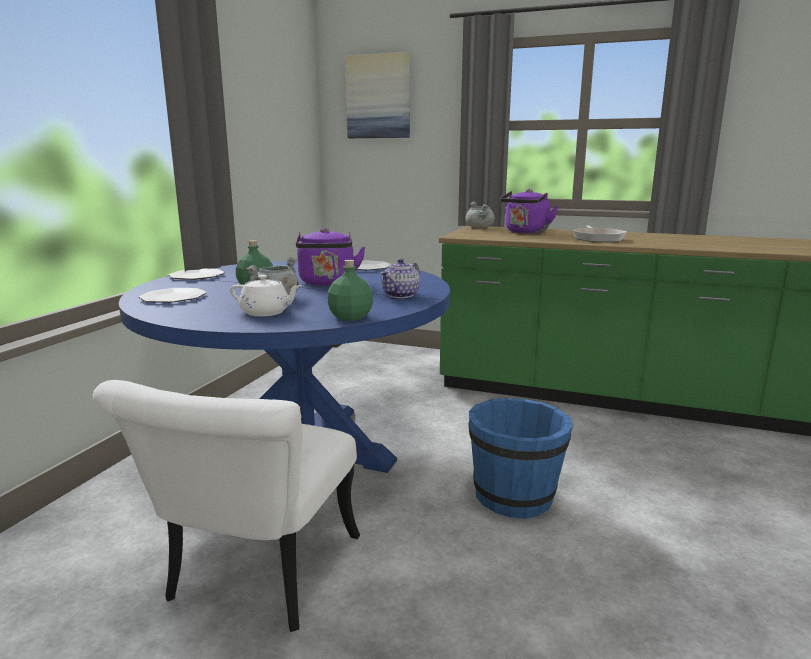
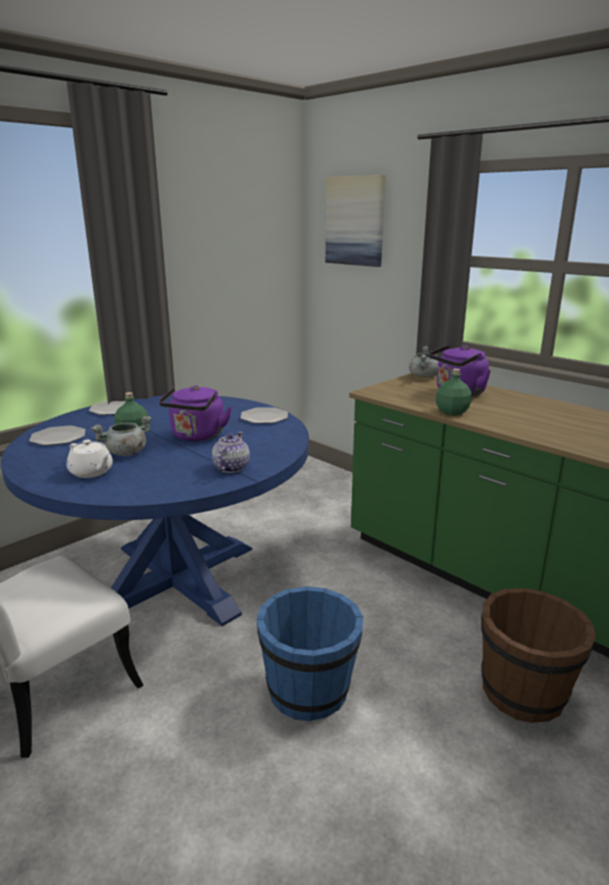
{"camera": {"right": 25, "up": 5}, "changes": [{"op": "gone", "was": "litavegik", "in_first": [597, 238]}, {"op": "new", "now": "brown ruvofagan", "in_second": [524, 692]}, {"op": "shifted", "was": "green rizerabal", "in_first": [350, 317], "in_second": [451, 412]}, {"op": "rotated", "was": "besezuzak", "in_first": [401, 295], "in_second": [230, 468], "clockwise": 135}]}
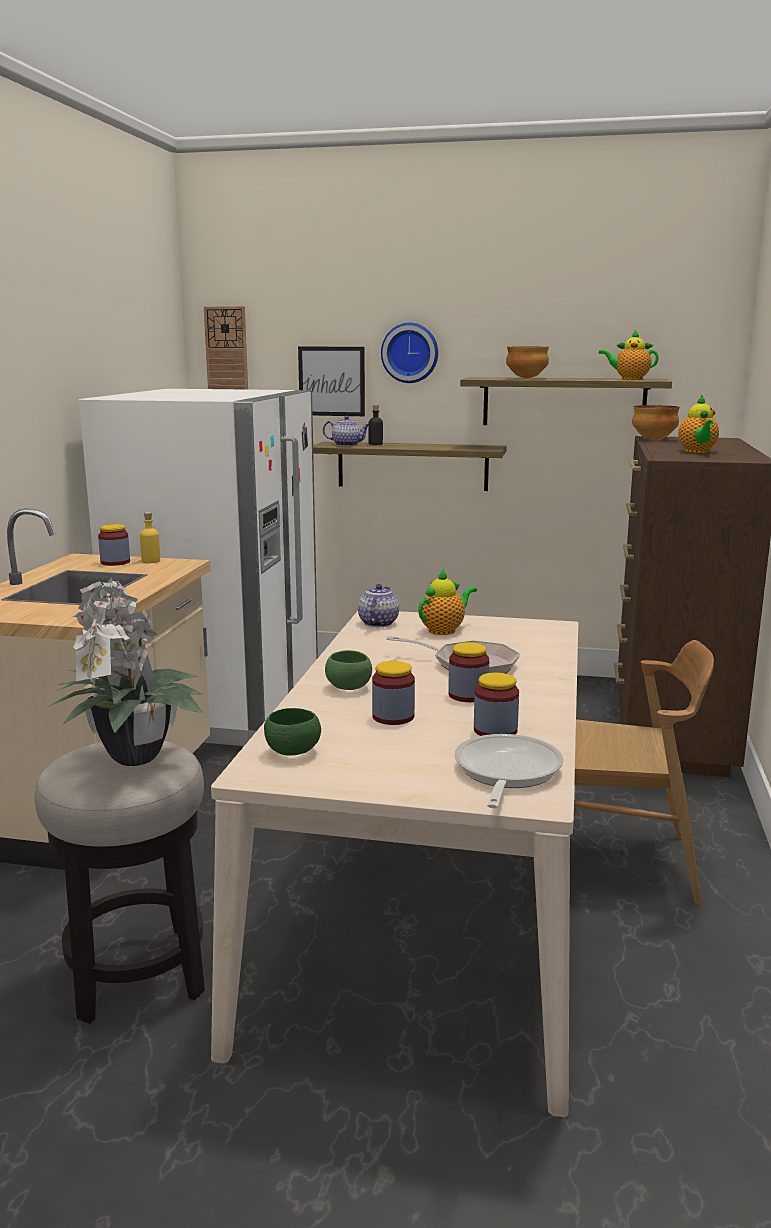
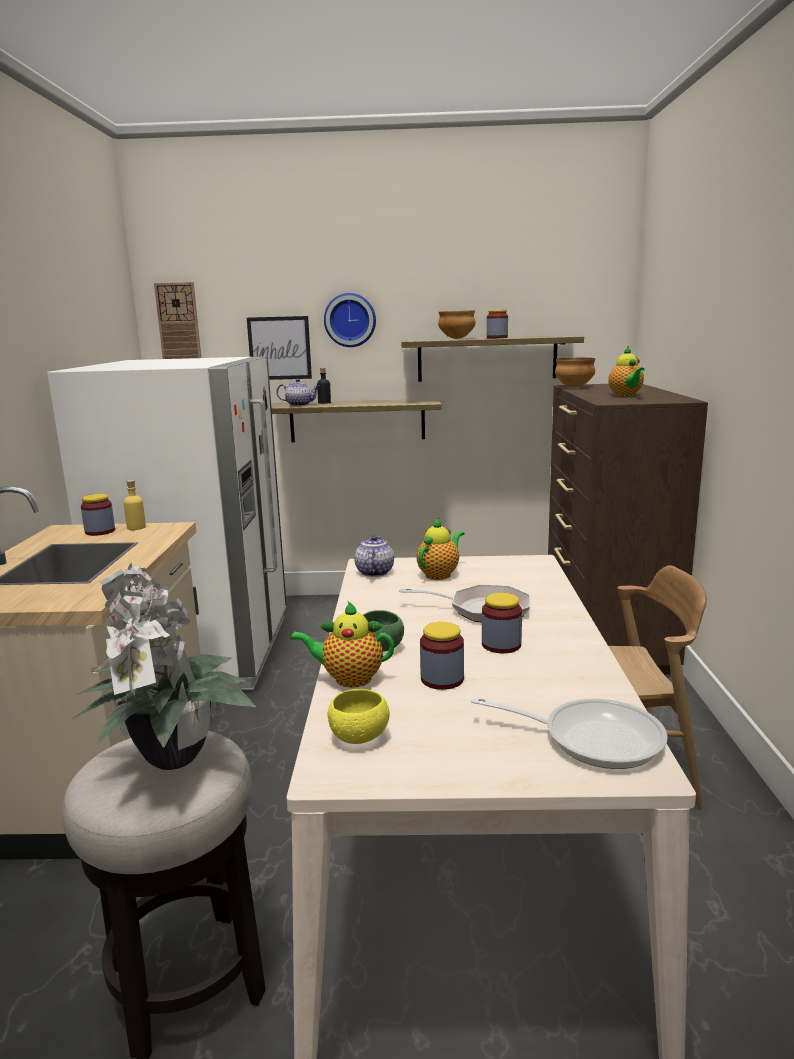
{"camera": {"right": -10, "up": 0}, "changes": [{"op": "shifted", "was": "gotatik", "in_first": [495, 730], "in_second": [497, 338]}, {"op": "shifted", "was": "besezuzak", "in_first": [629, 379], "in_second": [348, 679]}, {"op": "repainted", "was": "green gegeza", "now": "yellow gegeza", "in_first": [293, 751], "in_second": [359, 737]}, {"op": "rotated", "was": "litavegik", "in_first": [505, 773], "in_second": [591, 738], "clockwise": 105}]}
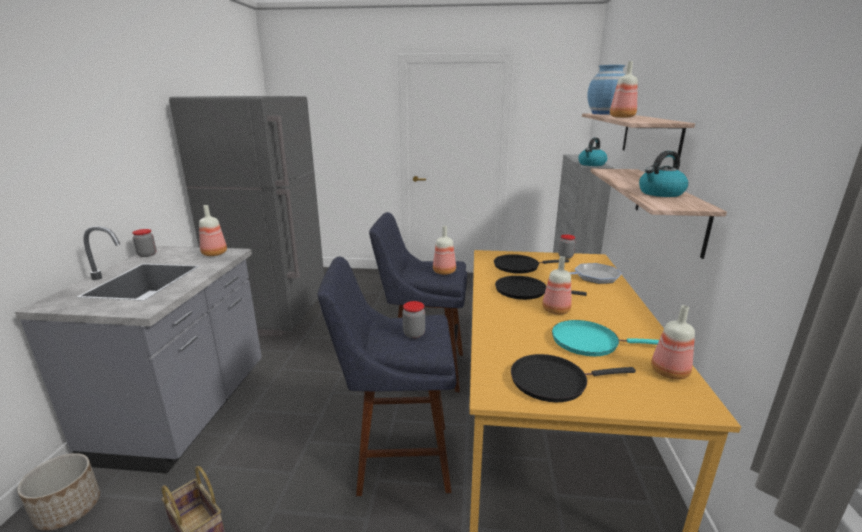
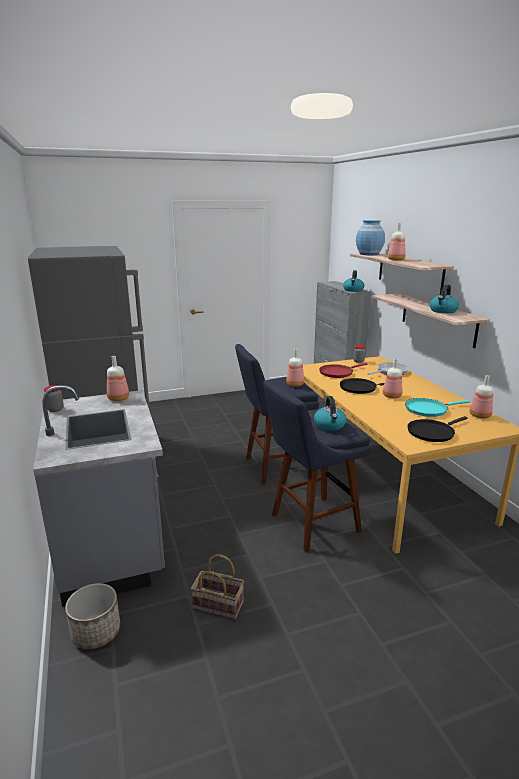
{"camera": {"right": -25, "up": 0}, "changes": [{"op": "swapped", "was": "gotatik", "now": "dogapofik", "in_first": [414, 334], "in_second": [329, 425]}, {"op": "repainted", "was": "black litavegik", "now": "red litavegik", "in_first": [519, 266], "in_second": [337, 373]}]}
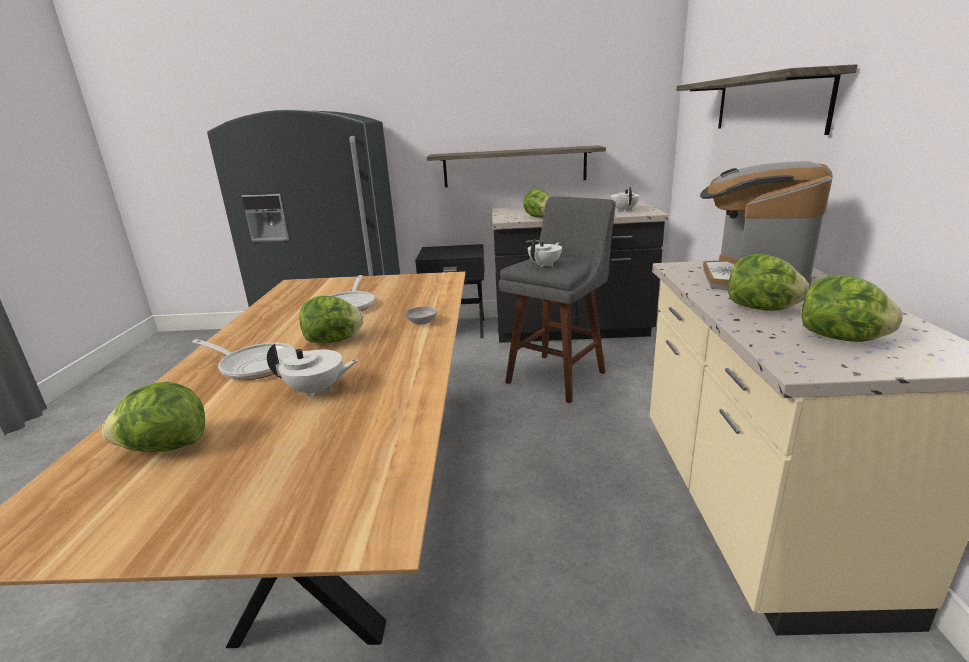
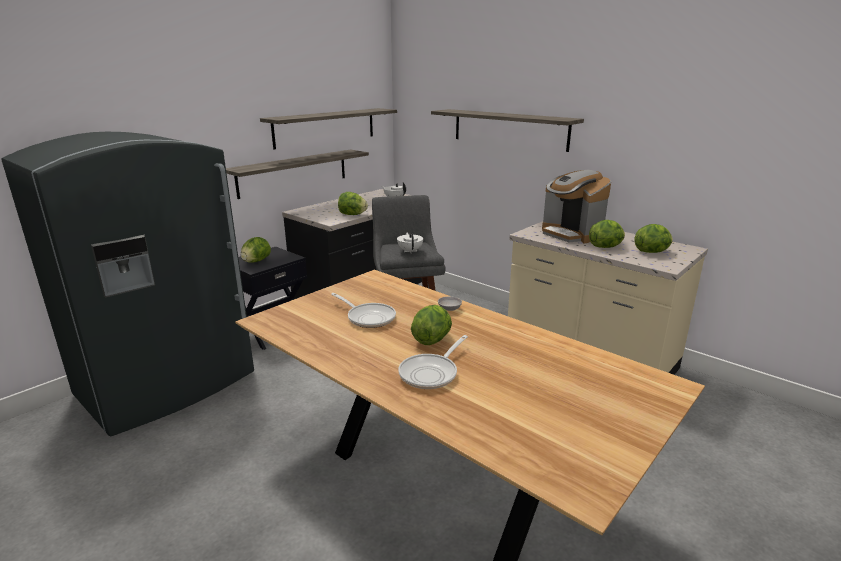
{"camera": {"right": -50, "up": 0}, "changes": [{"op": "gone", "was": "white besezuzak", "in_first": [317, 390]}, {"op": "new", "now": "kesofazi", "in_second": [325, 127]}, {"op": "shifted", "was": "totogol", "in_first": [166, 447], "in_second": [256, 261]}, {"op": "rotated", "was": "litavegik", "in_first": [254, 365], "in_second": [431, 373], "clockwise": 150}]}
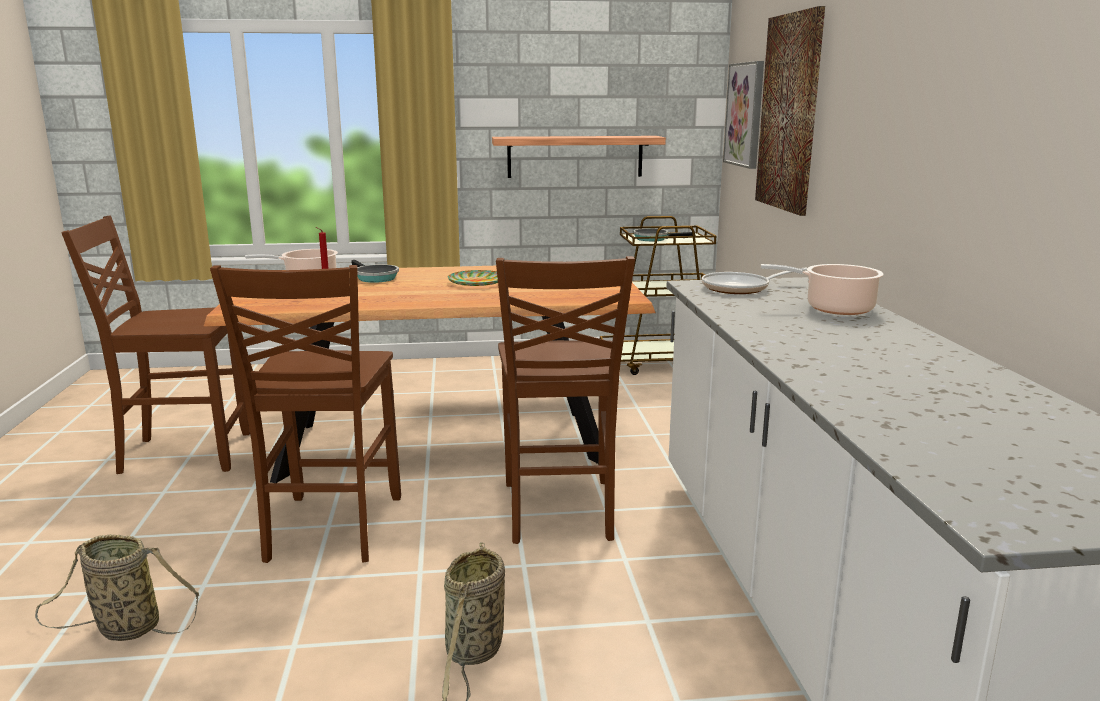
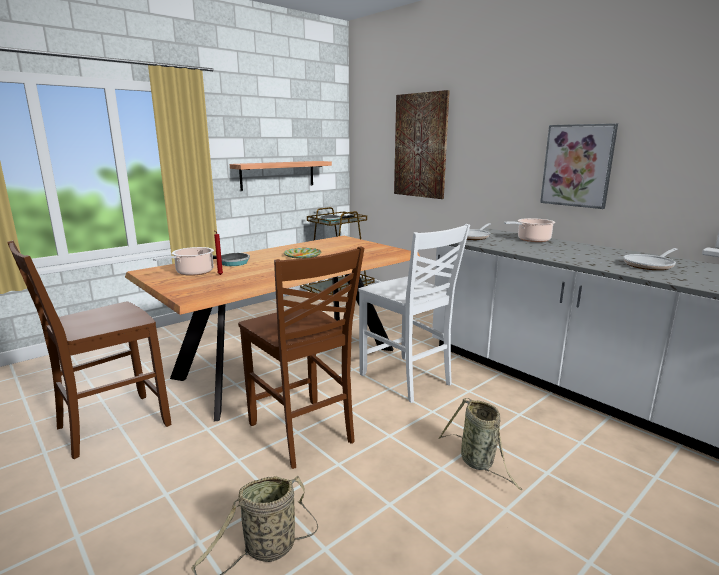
{"camera": {"right": -35, "up": 0}, "changes": [{"op": "new", "now": "litavegik", "in_second": [650, 265]}, {"op": "shifted", "was": "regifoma", "in_first": [745, 114], "in_second": [577, 165]}, {"op": "repainted", "was": "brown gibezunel", "now": "white gibezunel", "in_first": [558, 512], "in_second": [407, 380]}]}
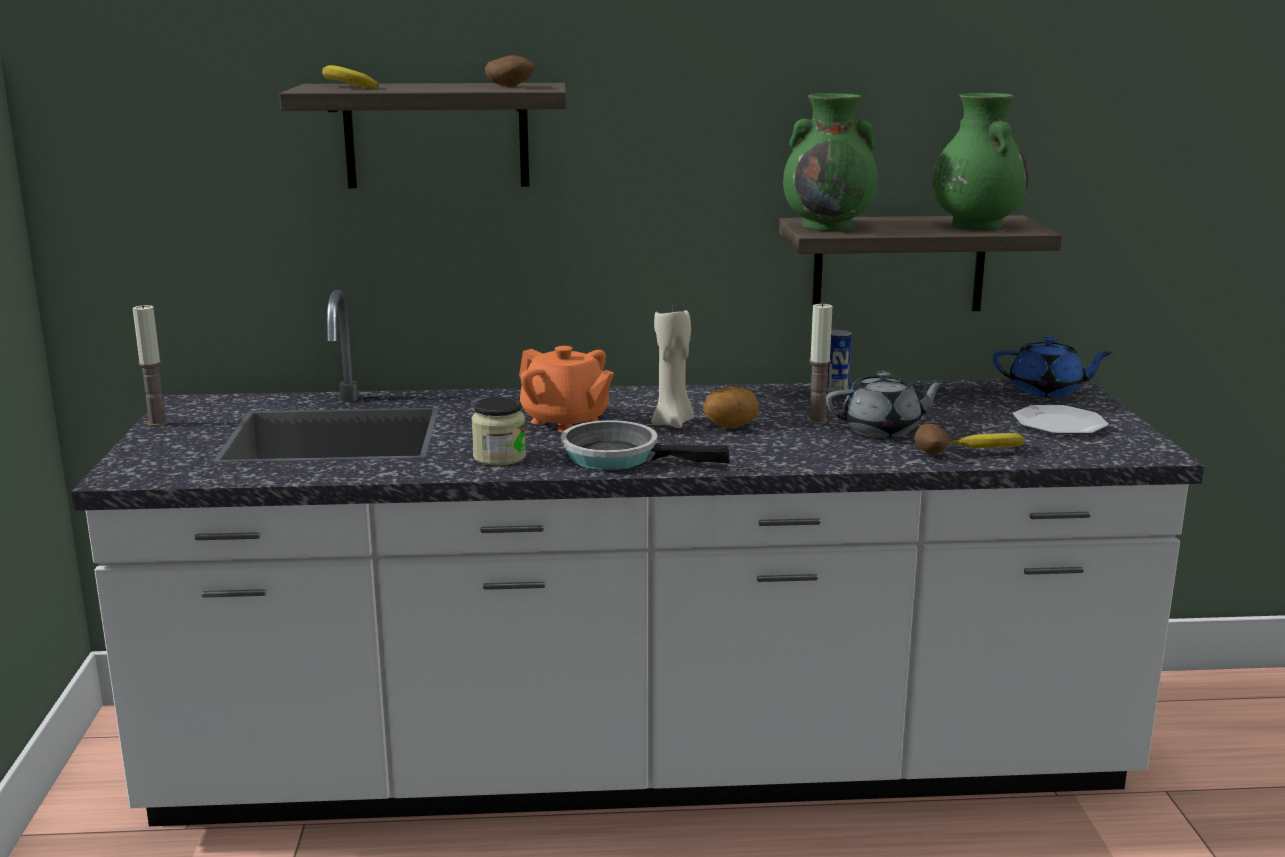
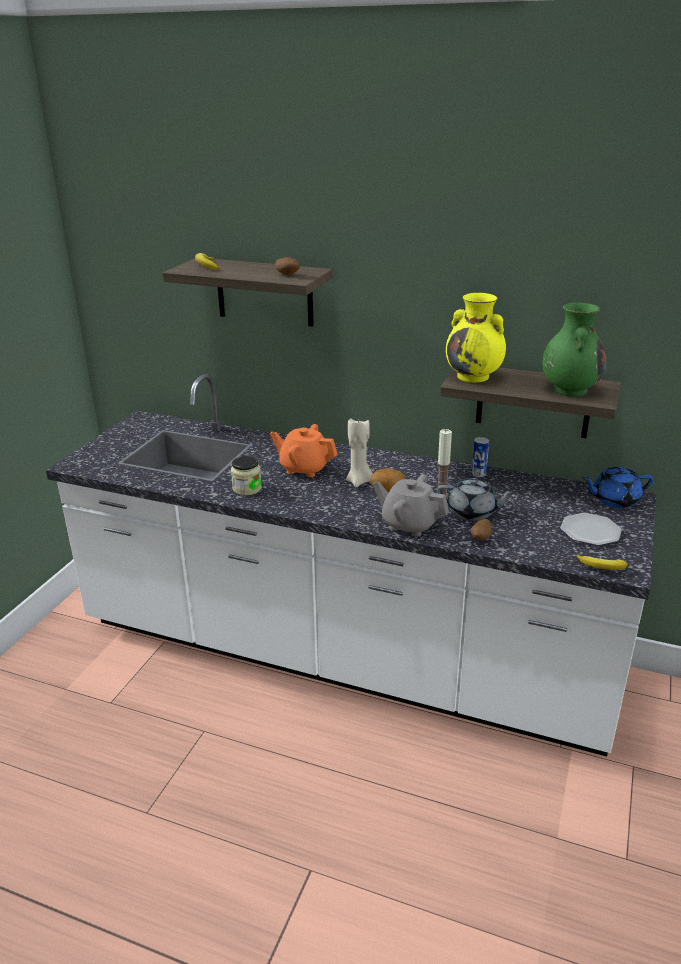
{"camera": {"right": 25, "up": 10}, "changes": [{"op": "gone", "was": "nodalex", "in_first": [157, 423]}, {"op": "gone", "was": "litavegik", "in_first": [619, 457]}, {"op": "new", "now": "grey besezuzak", "in_second": [409, 524]}, {"op": "shifted", "was": "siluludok", "in_first": [991, 450], "in_second": [601, 567]}, {"op": "repainted", "was": "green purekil", "now": "yellow purekil", "in_first": [829, 226], "in_second": [474, 377]}, {"op": "rotated", "was": "orange besezuzak", "in_first": [565, 421], "in_second": [304, 468], "clockwise": 135}, {"op": "rotated", "was": "blue besezuzak", "in_first": [1046, 391], "in_second": [614, 500], "clockwise": 135}]}
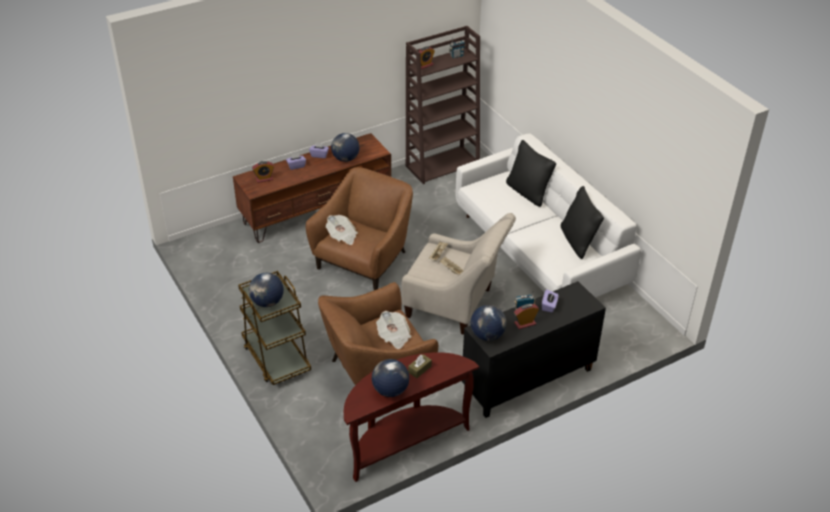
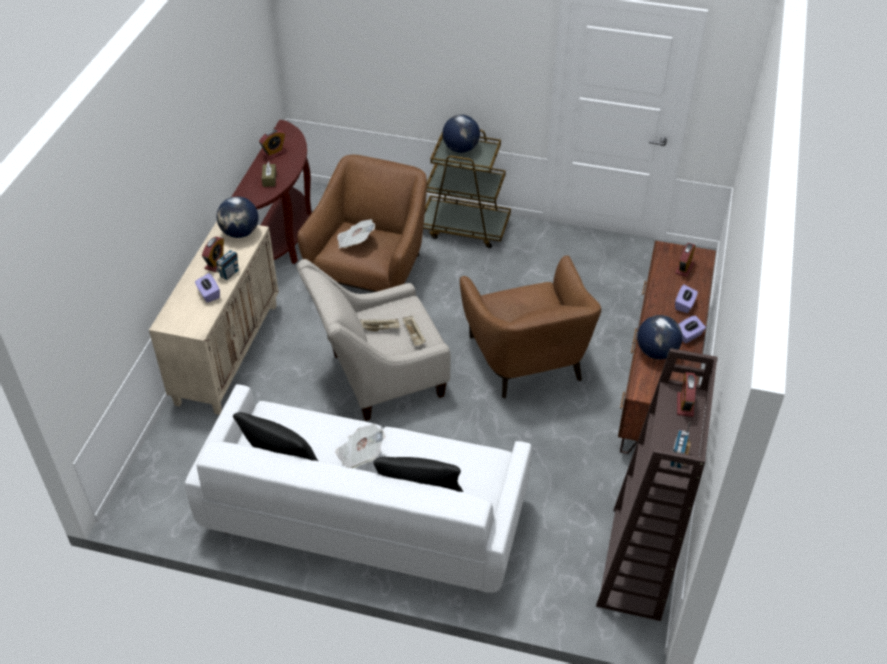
{"camera": {"right": 135, "up": 5}, "changes": [{"op": "shifted", "was": "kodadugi", "in_first": [342, 236], "in_second": [360, 454]}, {"op": "swapped", "was": "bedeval", "now": "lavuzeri", "in_first": [390, 390], "in_second": [274, 153]}, {"op": "repainted", "was": "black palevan", "now": "beige palevan", "in_first": [528, 382], "in_second": [227, 352]}]}
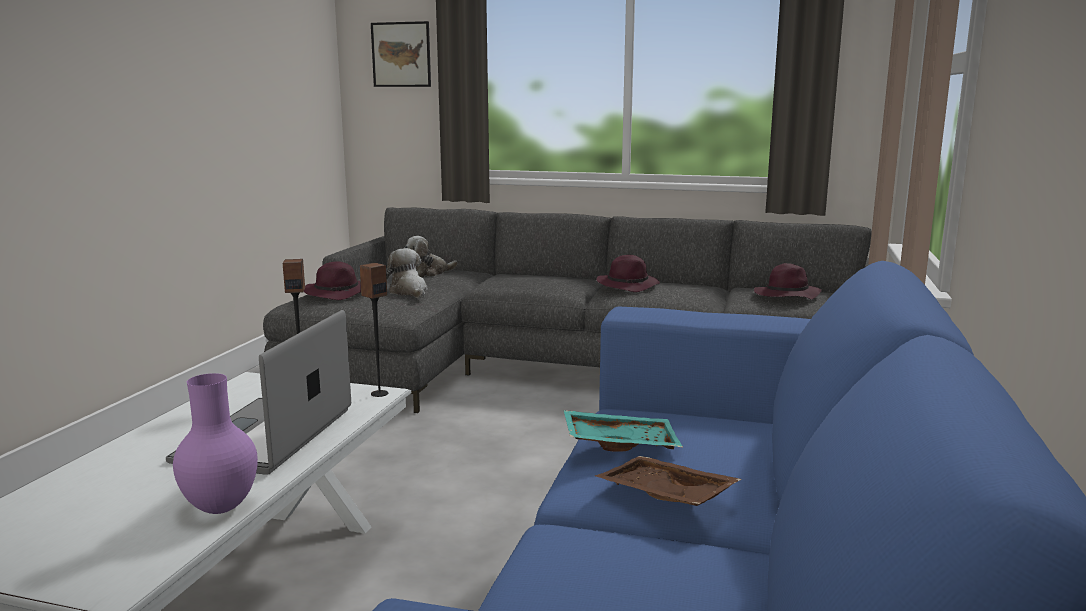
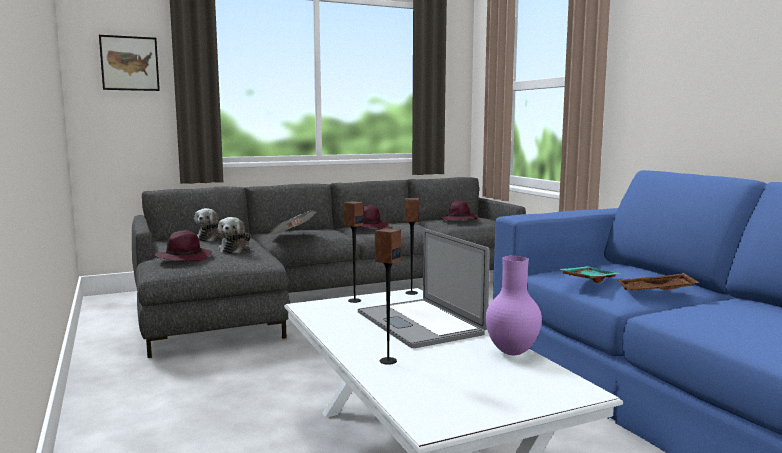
{"camera": {"right": -40, "up": -5}, "changes": [{"op": "new", "now": "kodadugi", "in_second": [291, 236]}, {"op": "new", "now": "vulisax", "in_second": [387, 361]}, {"op": "rotated", "was": "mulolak", "in_first": [409, 292], "in_second": [235, 249], "clockwise": -105}]}
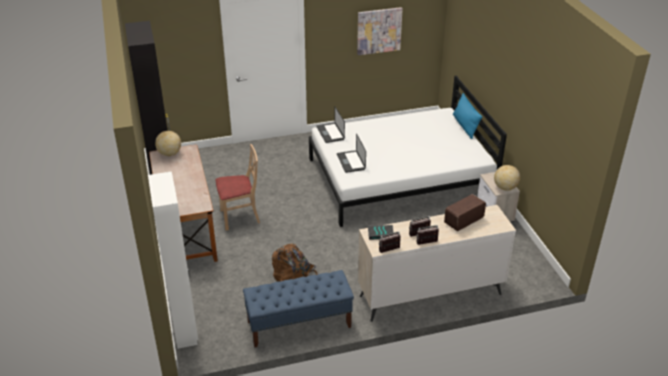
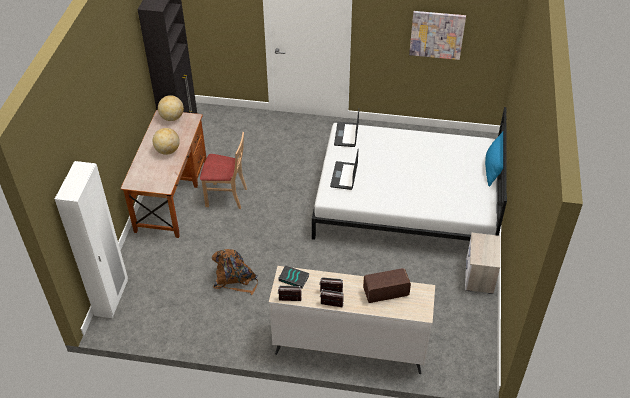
{"camera": {"right": 25, "up": 10}, "changes": [{"op": "gone", "was": "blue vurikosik", "in_first": [298, 324]}, {"op": "shifted", "was": "bedeval", "in_first": [505, 188], "in_second": [167, 150]}]}
